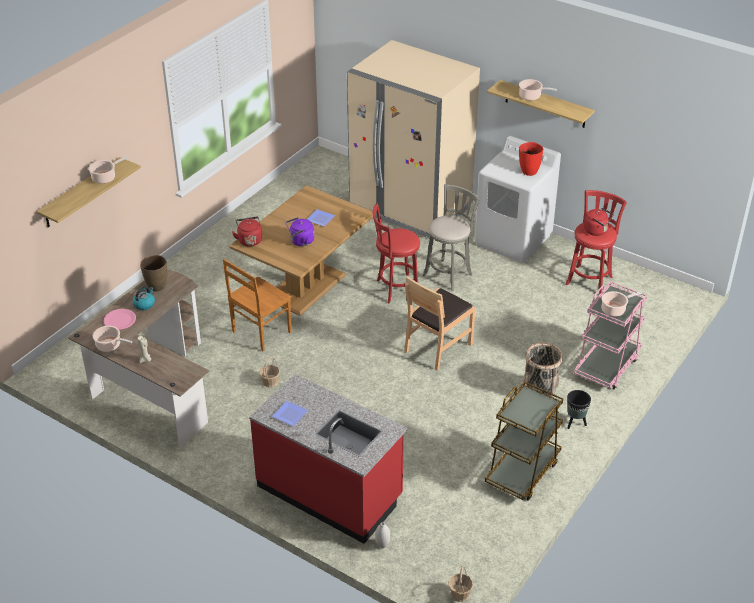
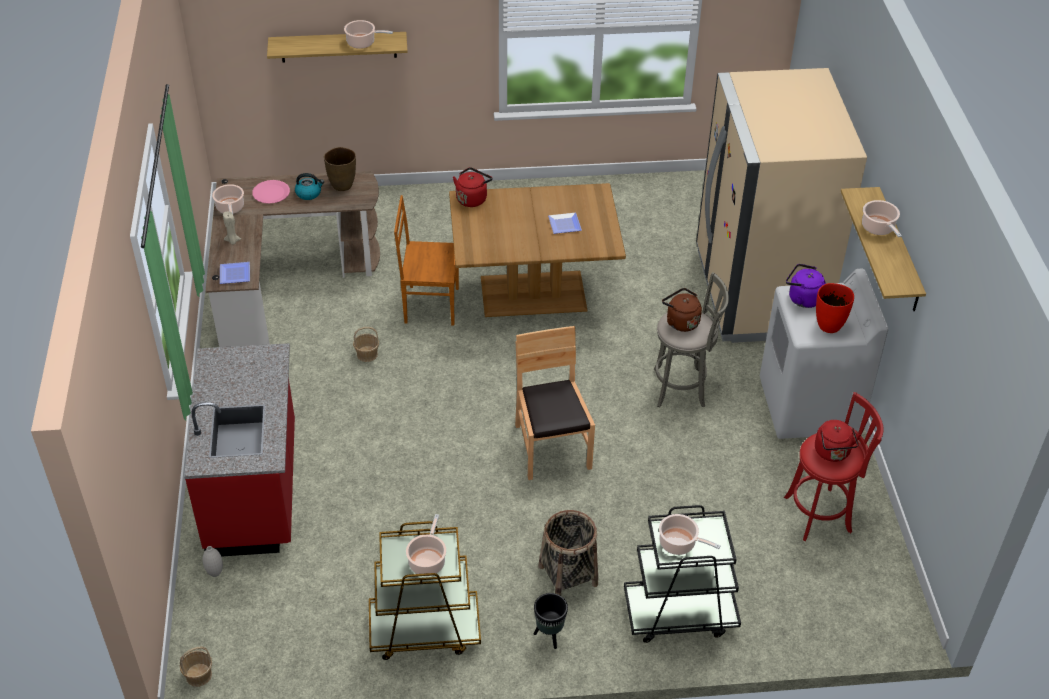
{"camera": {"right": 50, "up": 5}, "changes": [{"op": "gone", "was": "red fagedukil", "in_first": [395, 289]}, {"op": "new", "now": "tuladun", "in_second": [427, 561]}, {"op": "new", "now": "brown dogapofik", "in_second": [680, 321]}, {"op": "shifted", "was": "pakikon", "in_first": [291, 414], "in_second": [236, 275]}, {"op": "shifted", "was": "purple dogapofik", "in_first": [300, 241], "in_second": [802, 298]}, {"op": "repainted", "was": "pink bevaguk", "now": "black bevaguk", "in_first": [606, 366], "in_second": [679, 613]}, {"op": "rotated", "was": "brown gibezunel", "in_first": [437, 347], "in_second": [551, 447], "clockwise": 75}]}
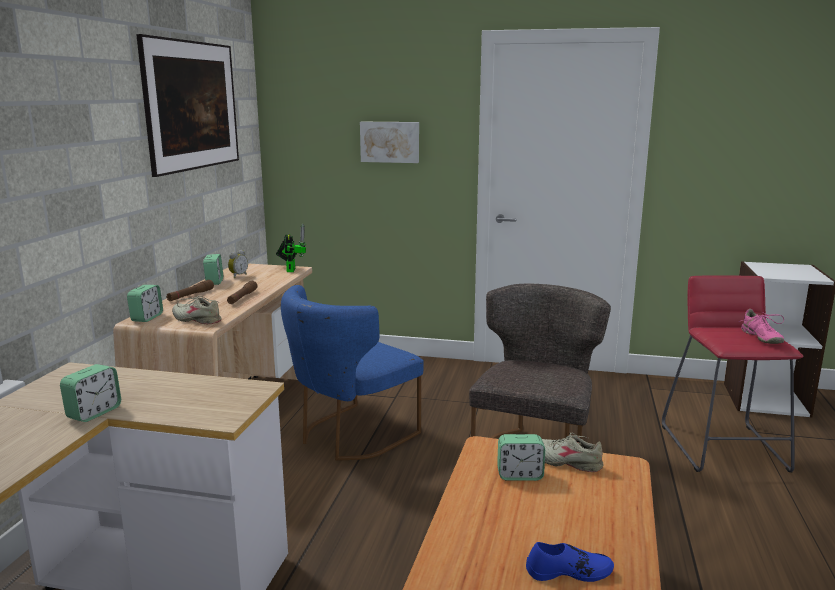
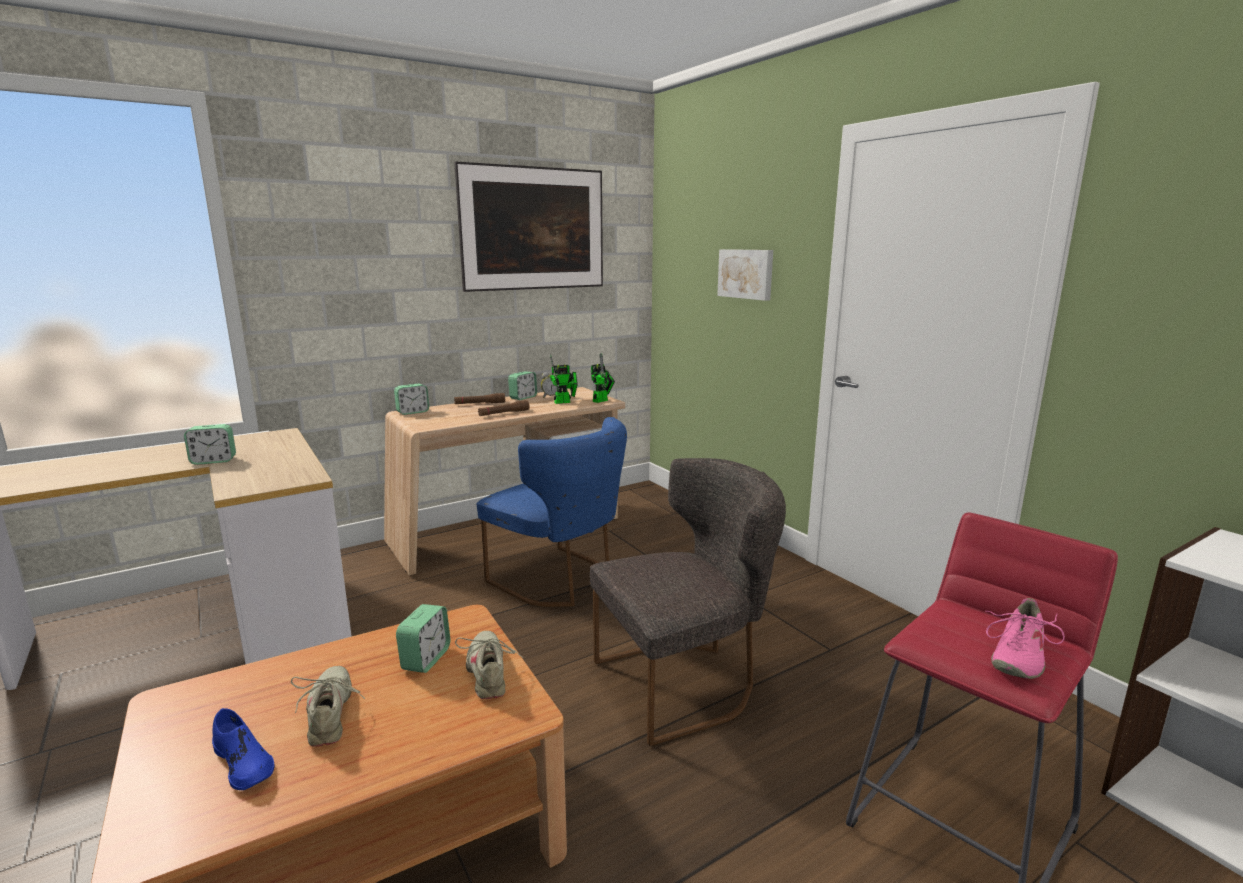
{"camera": {"right": 45, "up": 0}, "changes": [{"op": "new", "now": "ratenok", "in_second": [565, 402]}, {"op": "shifted", "was": "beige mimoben", "in_first": [197, 319], "in_second": [331, 714]}, {"op": "rotated", "was": "blue gibezunel", "in_first": [350, 436], "in_second": [560, 581], "clockwise": -135}, {"op": "rotated", "was": "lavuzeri", "in_first": [519, 475], "in_second": [426, 659], "clockwise": -120}]}
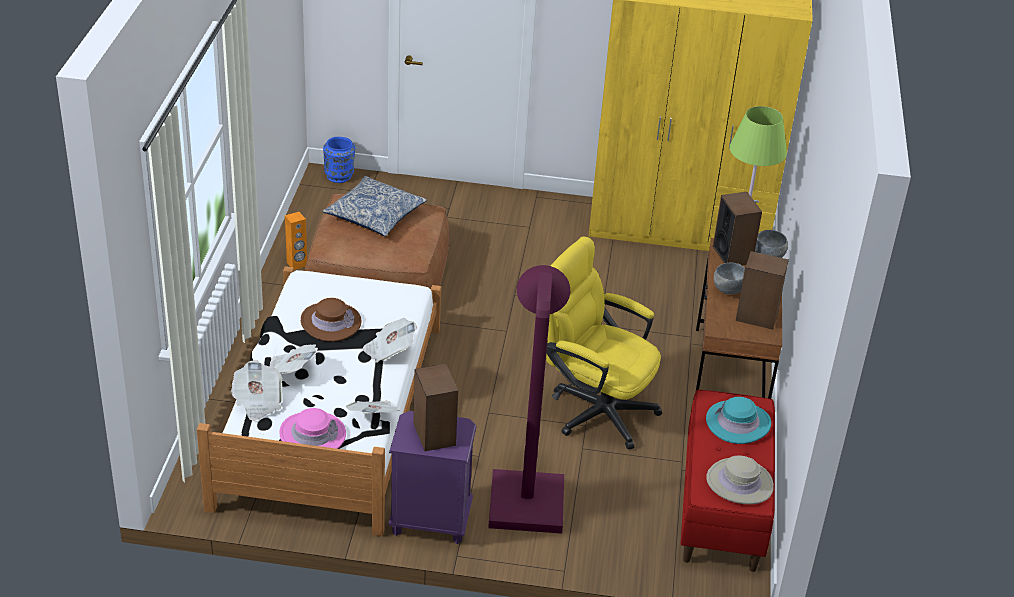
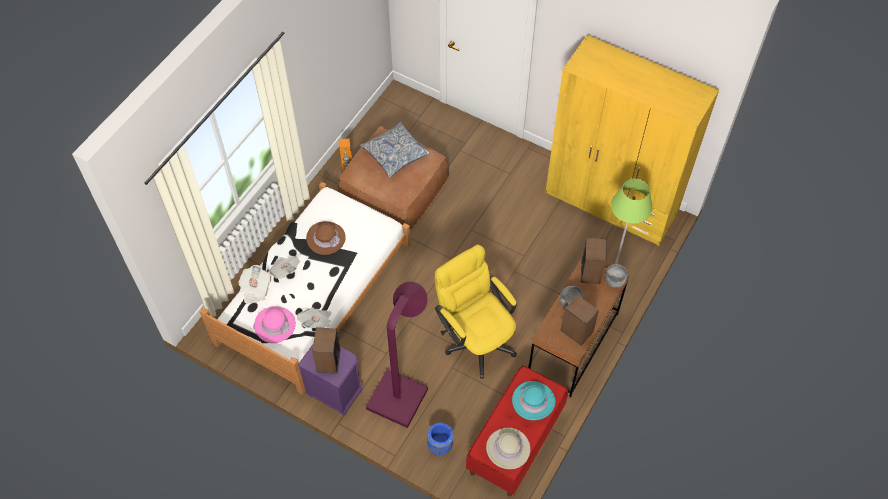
{"camera": {"right": 25, "up": 20}, "changes": [{"op": "gone", "was": "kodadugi", "in_first": [389, 350]}, {"op": "shifted", "was": "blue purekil", "in_first": [339, 176], "in_second": [440, 445]}]}
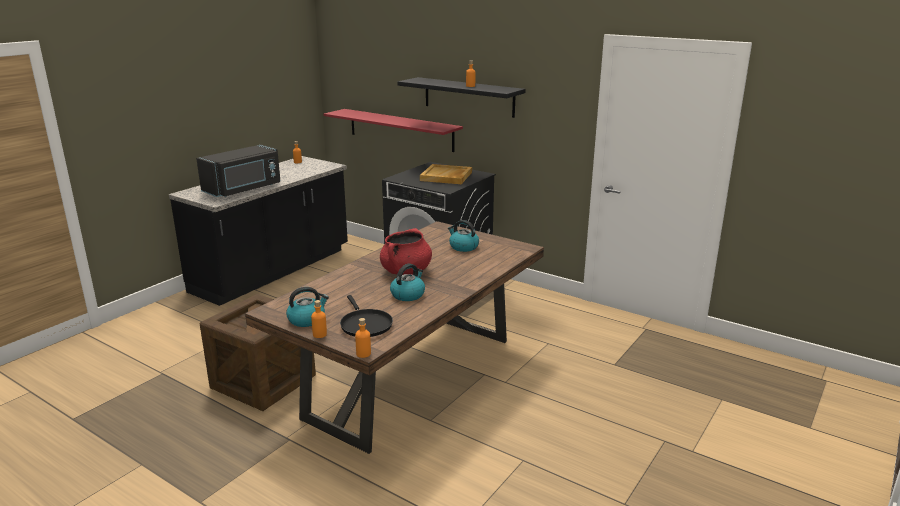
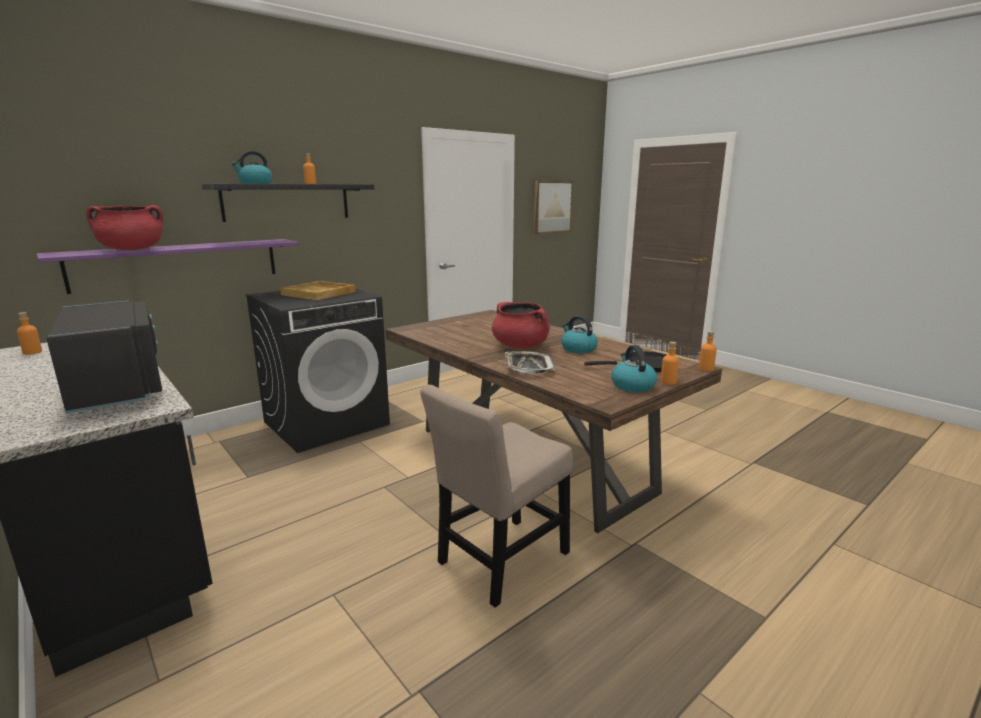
{"camera": {"right": -75, "up": -5}, "changes": [{"op": "new", "now": "red tuladun", "in_second": [132, 249]}, {"op": "new", "now": "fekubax", "in_second": [528, 367]}, {"op": "new", "now": "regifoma", "in_second": [552, 207]}, {"op": "shifted", "was": "dogapofik", "in_first": [463, 247], "in_second": [255, 183]}, {"op": "swapped", "was": "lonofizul", "now": "beige gibezunel", "in_first": [263, 382], "in_second": [499, 561]}, {"op": "repainted", "was": "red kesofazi", "now": "purple kesofazi", "in_first": [400, 129], "in_second": [178, 264]}]}
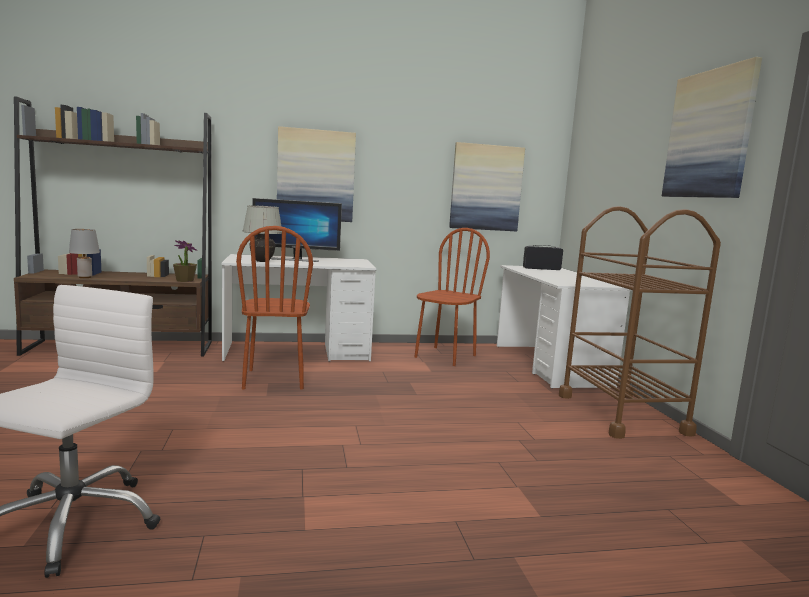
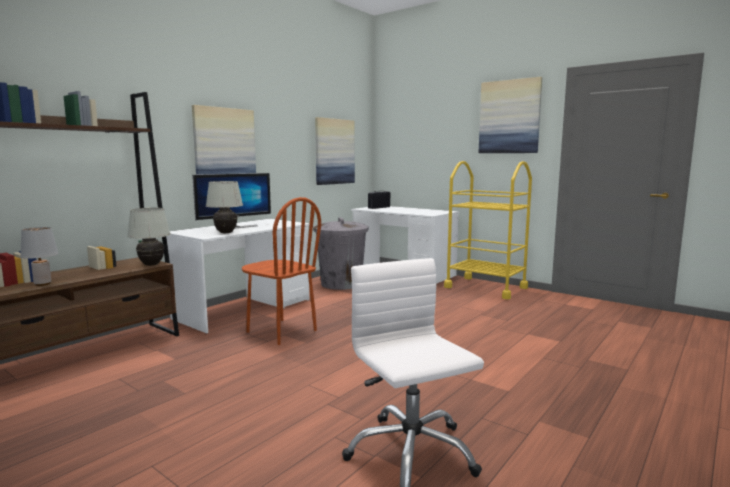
{"camera": {"right": -40, "up": 0}, "changes": [{"op": "swapped", "was": "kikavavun", "now": "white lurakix", "in_first": [185, 280], "in_second": [151, 265]}, {"op": "swapped", "was": "brown gibezunel", "now": "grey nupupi", "in_first": [445, 356], "in_second": [341, 284]}, {"op": "repainted", "was": "brown bevaguk", "now": "yellow bevaguk", "in_first": [621, 414], "in_second": [485, 287]}]}
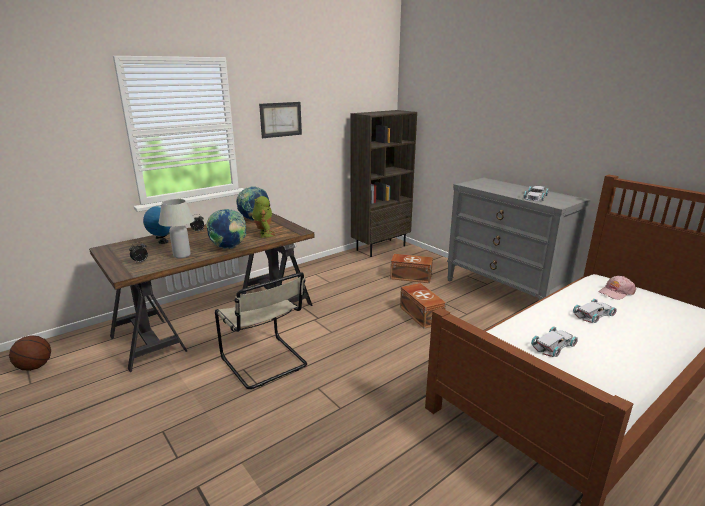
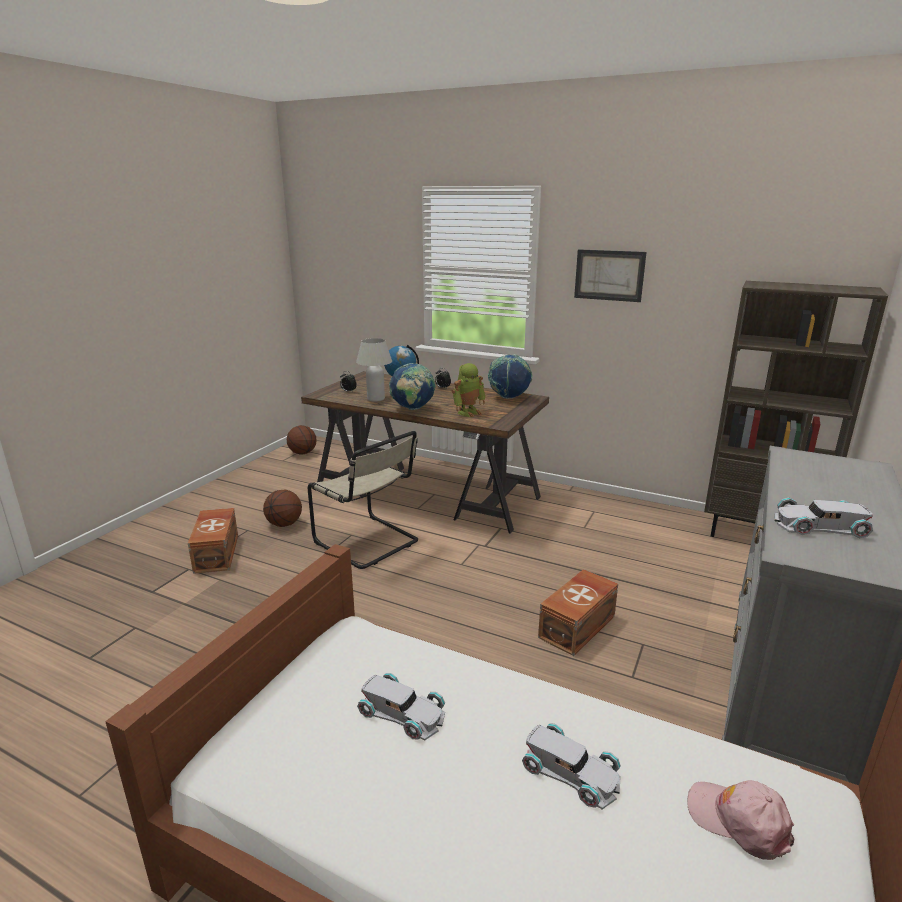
{"camera": {"right": 65, "up": 0}, "changes": [{"op": "new", "now": "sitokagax", "in_second": [284, 524]}, {"op": "shifted", "was": "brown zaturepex", "in_first": [410, 276], "in_second": [218, 553]}, {"op": "rotated", "was": "beige gibezunel", "in_first": [265, 363], "in_second": [369, 543], "clockwise": -75}]}
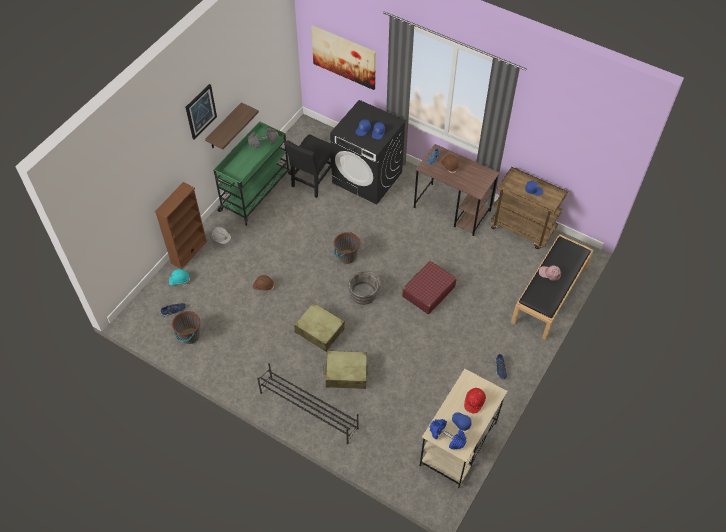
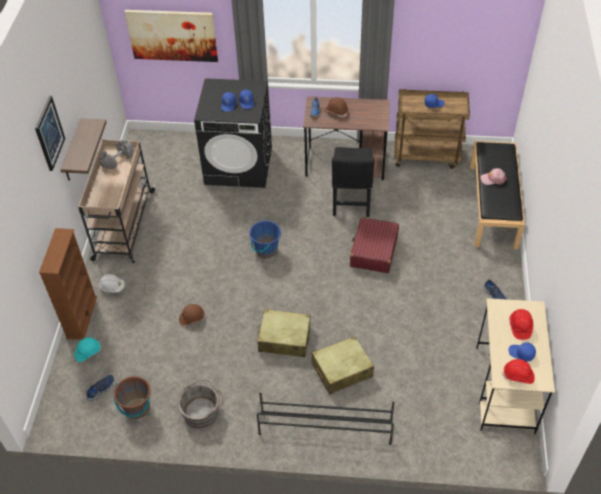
{"camera": {"right": -25, "up": -5}, "changes": [{"op": "shifted", "was": "black gibezunel", "in_first": [312, 181], "in_second": [351, 201]}, {"op": "shifted", "was": "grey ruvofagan", "in_first": [365, 293], "in_second": [202, 411]}, {"op": "swapped", "was": "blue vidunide", "now": "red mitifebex", "in_first": [447, 437], "in_second": [518, 375]}, {"op": "repainted", "was": "green bevaguk", "now": "beige bevaguk", "in_first": [255, 193], "in_second": [123, 226]}, {"op": "repainted", "was": "brown ruvofagan", "now": "blue ruvofagan", "in_first": [347, 256], "in_second": [266, 251]}]}
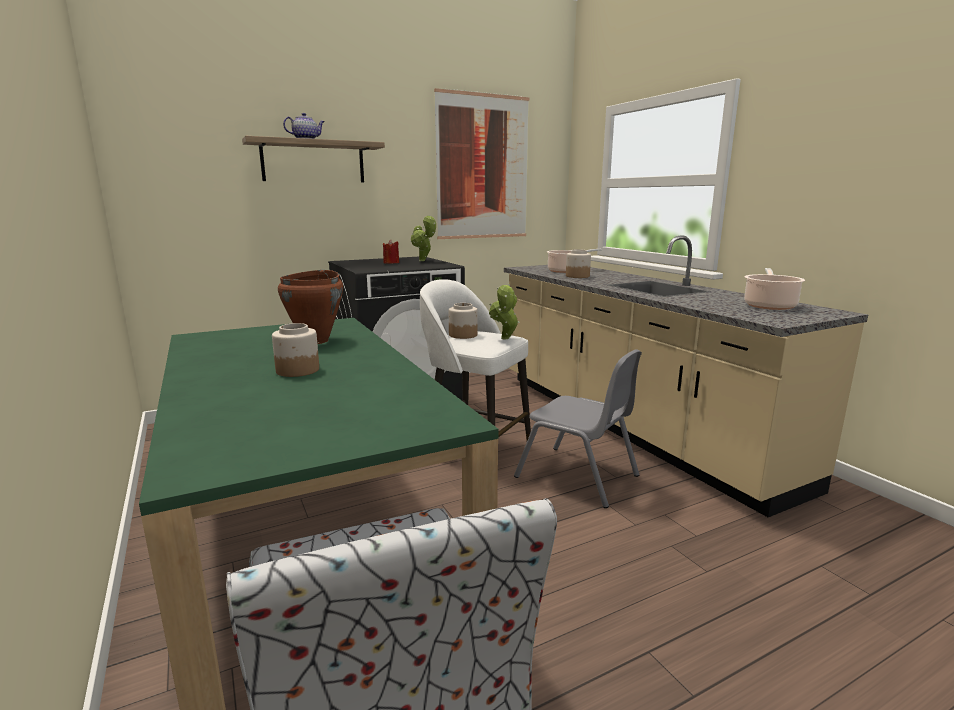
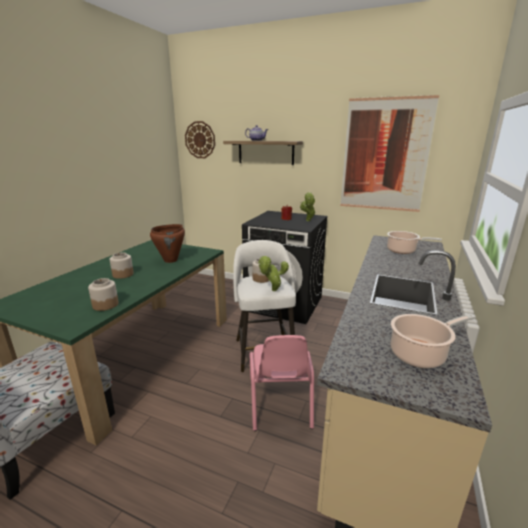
{"camera": {"right": 50, "up": 5}, "changes": [{"op": "new", "now": "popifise", "in_second": [200, 140]}, {"op": "shifted", "was": "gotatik", "in_first": [577, 276], "in_second": [105, 305]}, {"op": "repainted", "was": "grey gibezunel", "now": "pink gibezunel", "in_first": [577, 476], "in_second": [279, 402]}]}
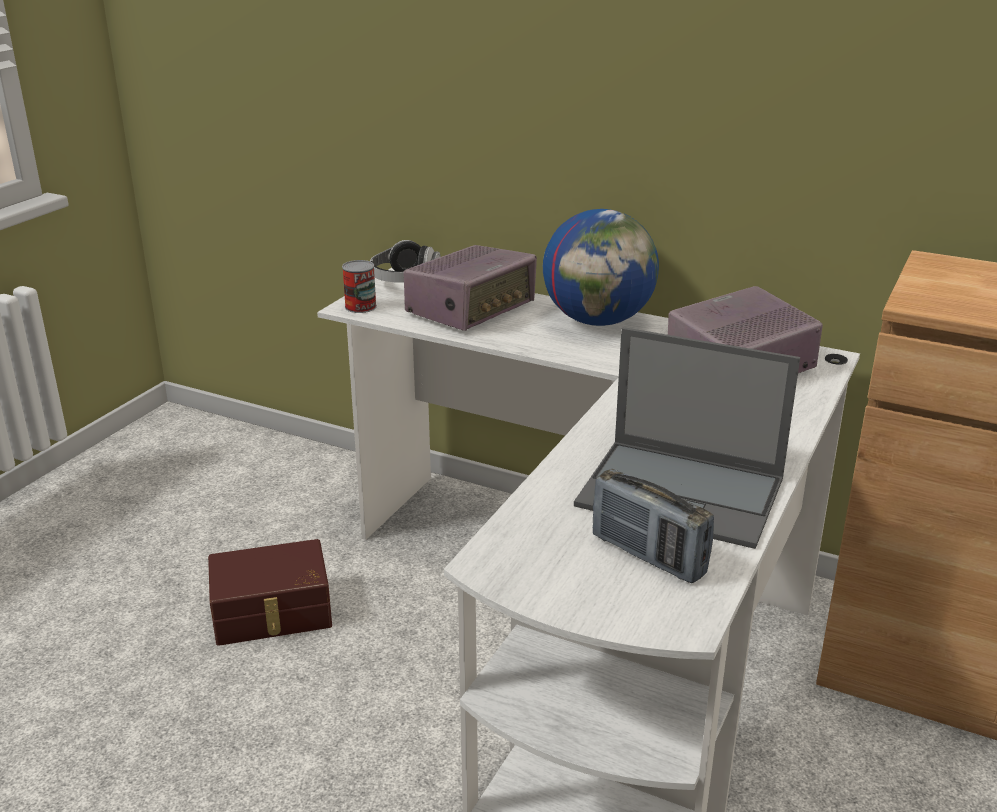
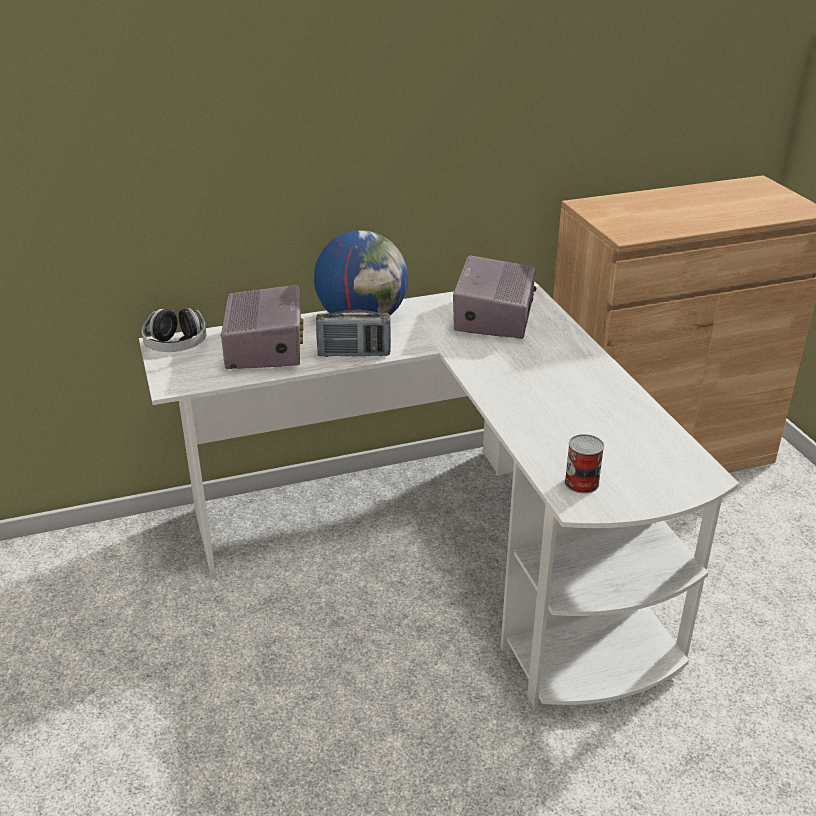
{"camera": {"right": -45, "up": 5}, "changes": [{"op": "gone", "was": "brown zaturepex", "in_first": [272, 613]}, {"op": "gone", "was": "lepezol", "in_first": [683, 493]}, {"op": "shifted", "was": "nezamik", "in_first": [360, 307], "in_second": [581, 483]}, {"op": "shifted", "was": "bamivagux", "in_first": [648, 555], "in_second": [354, 354]}]}
